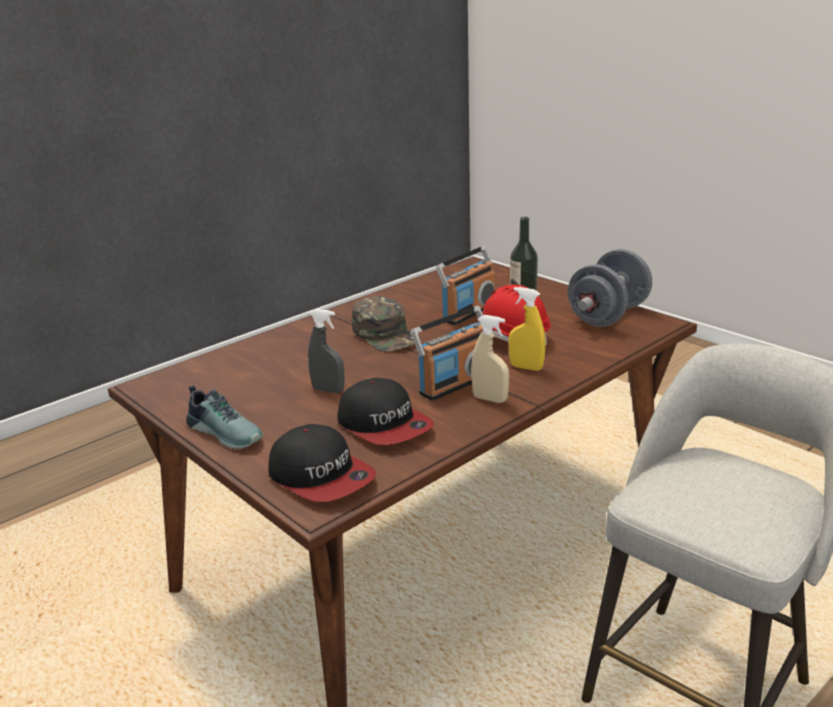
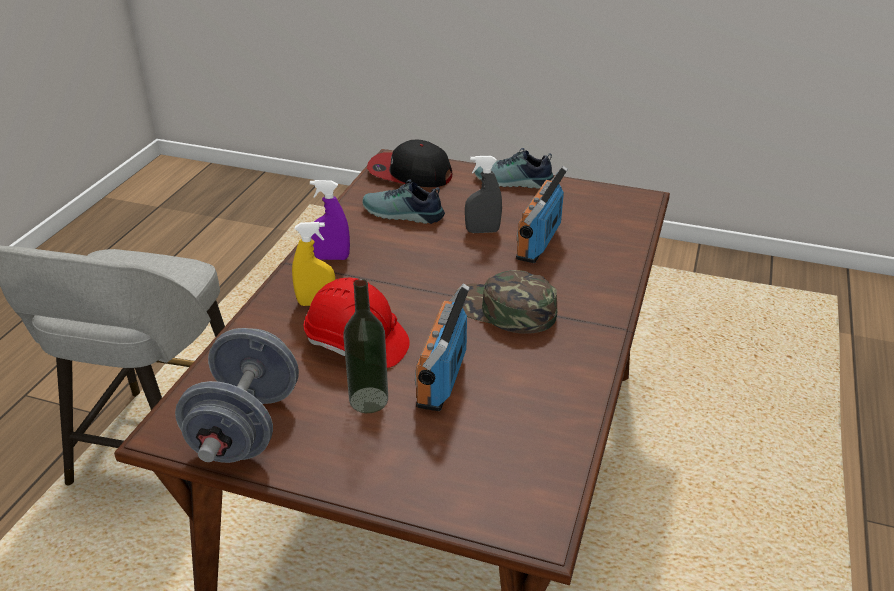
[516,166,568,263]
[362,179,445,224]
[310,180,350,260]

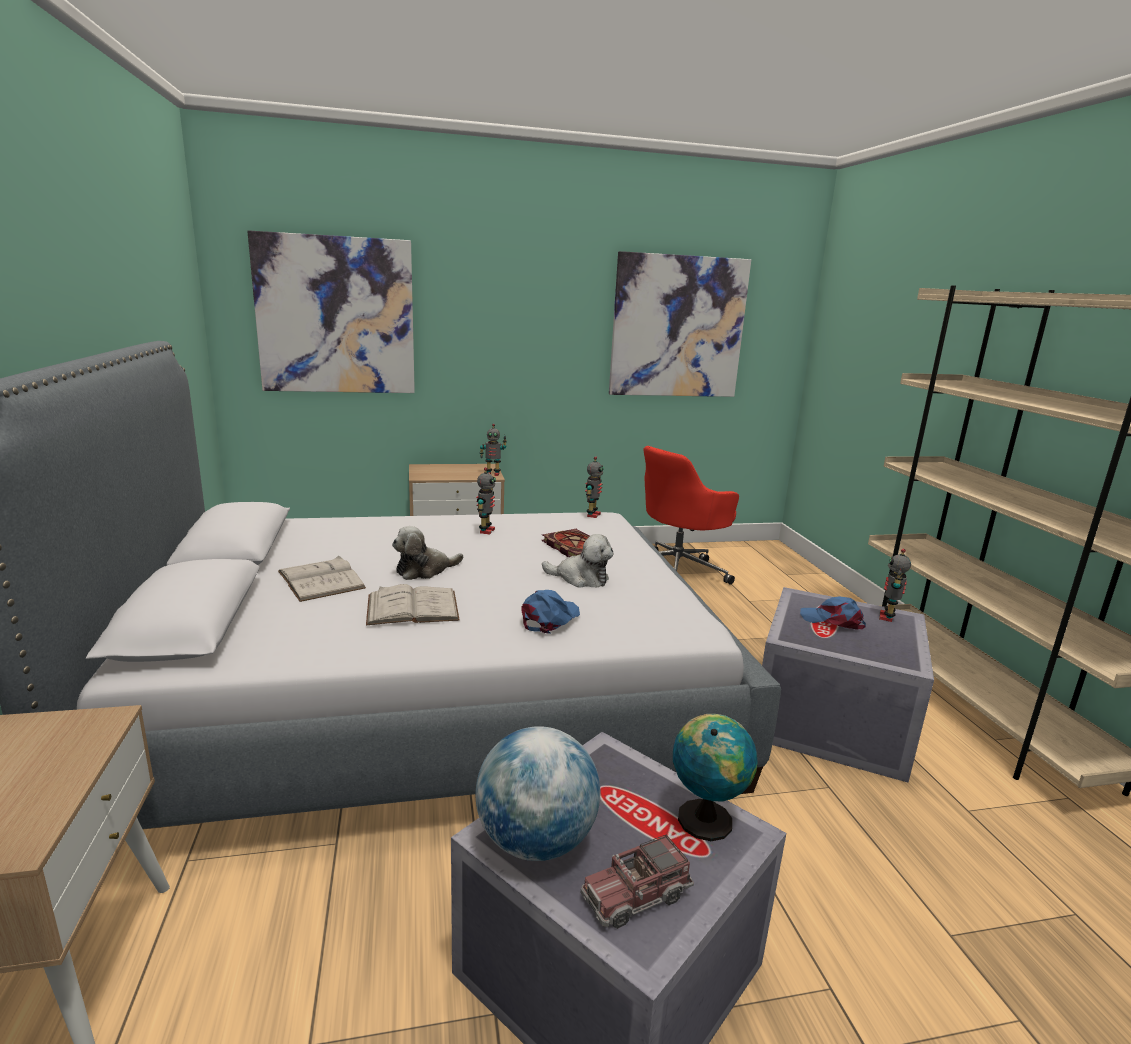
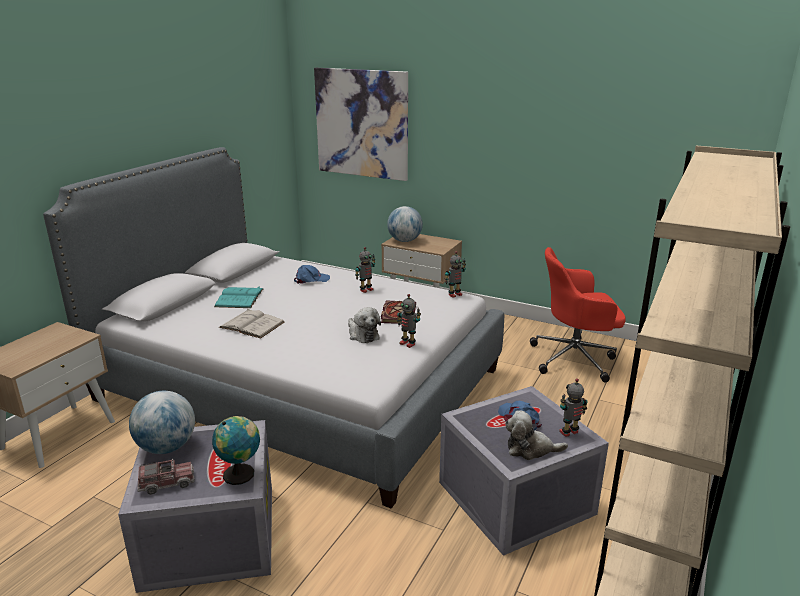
[609,251,751,397] (first image)
[387,206,423,242]
[505,410,568,460]
[397,294,421,348]
[294,265,330,284]
[214,286,263,308]
[137,459,195,495]

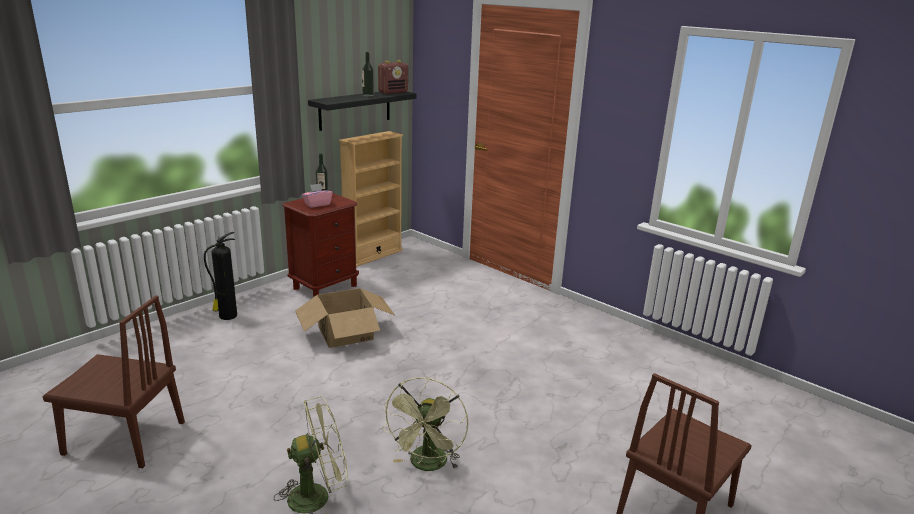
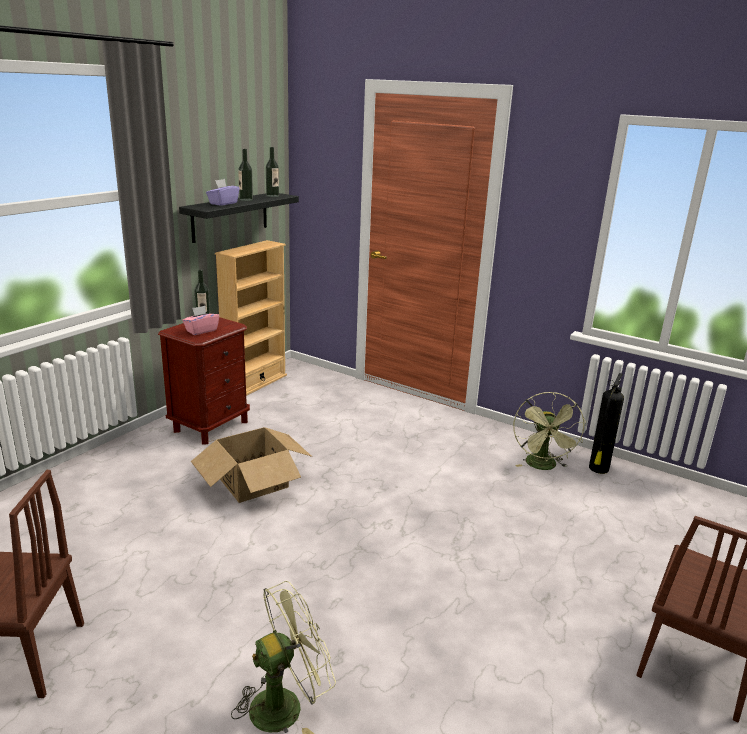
[206,179,240,206]
[589,373,624,474]
[513,392,586,470]
[266,147,279,197]

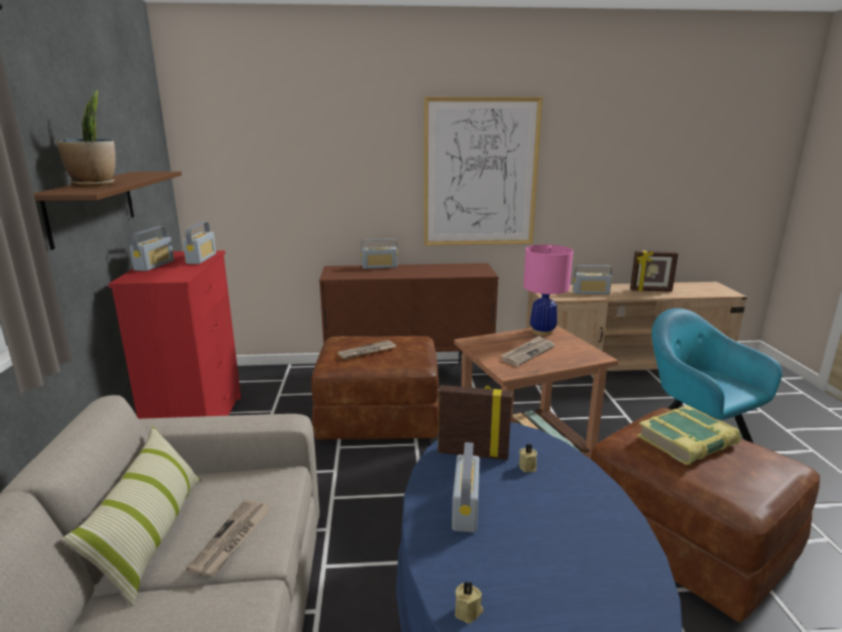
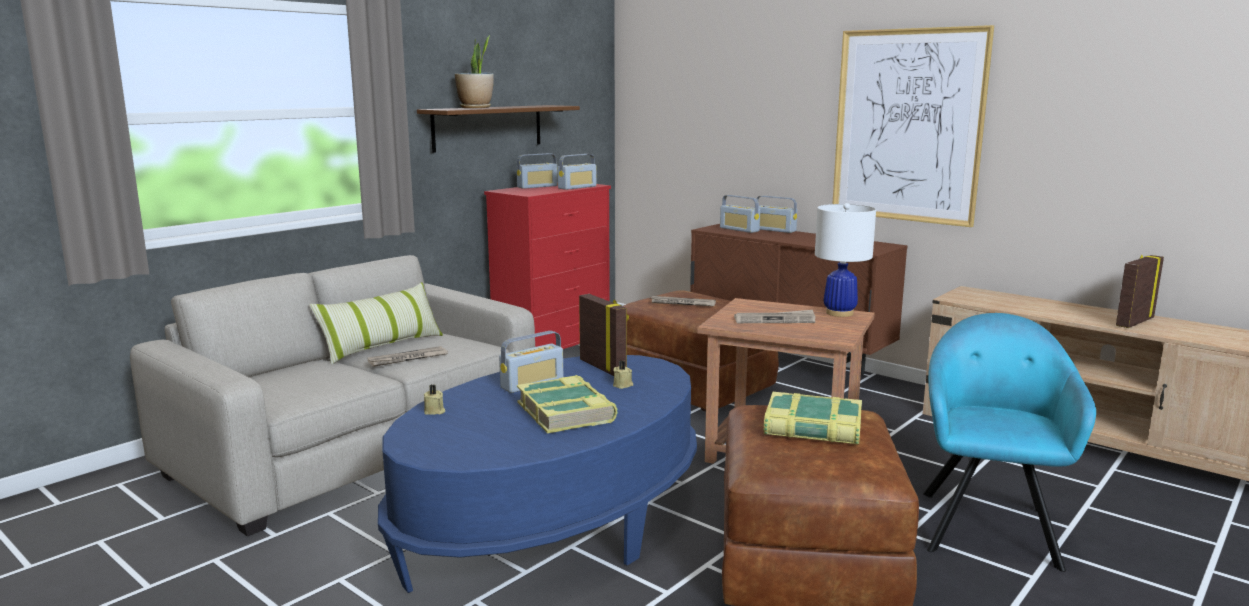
[517,375,618,434]
[720,195,760,233]
[815,203,876,317]
[1116,255,1164,328]

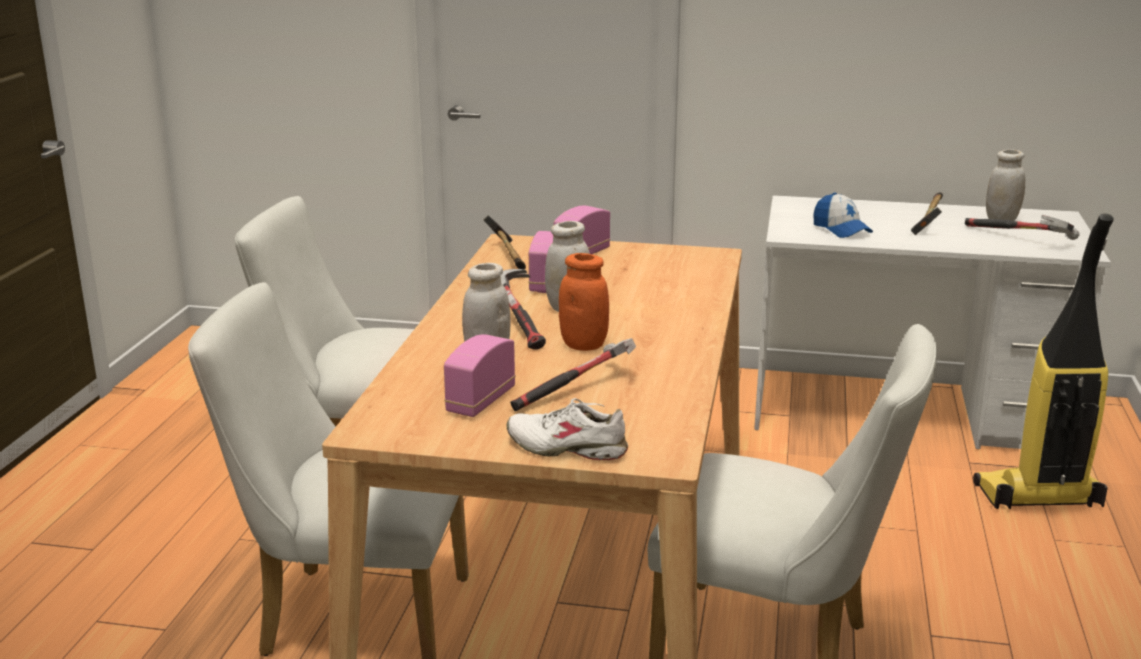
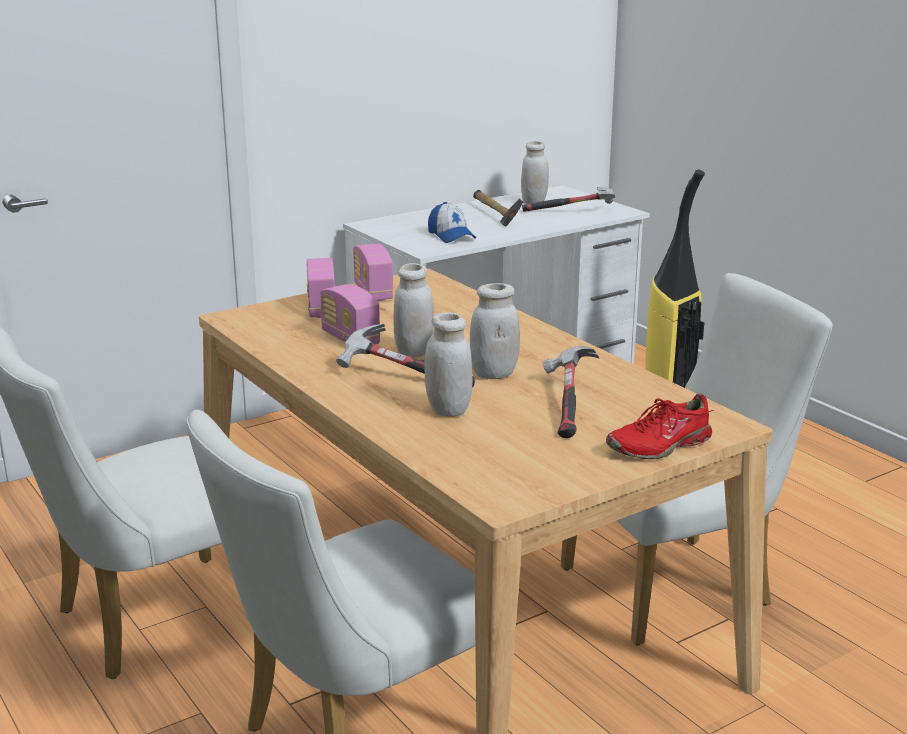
[483,215,526,270] (first image)
[353,244,394,301]
[606,393,714,459]
[470,283,520,379]
[428,202,476,243]

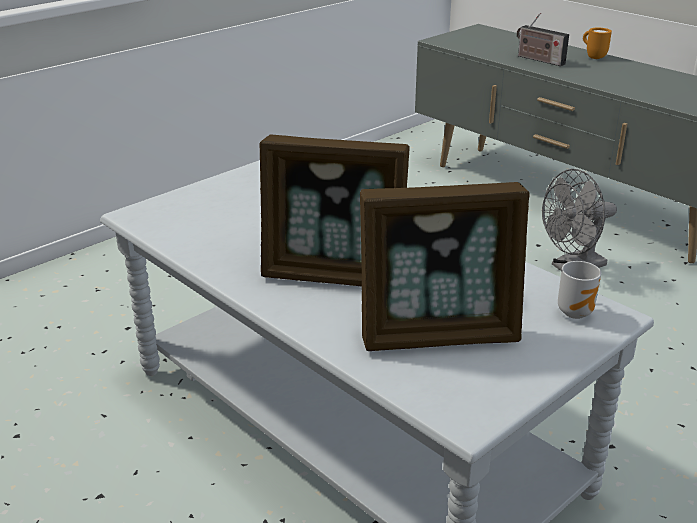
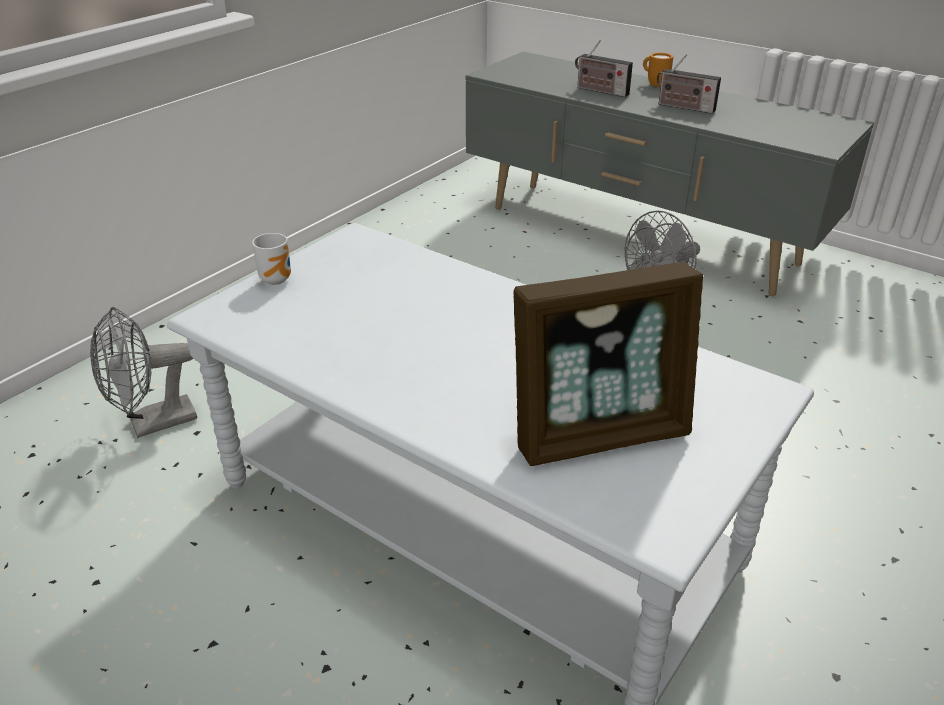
[259,134,410,286] (first image)
[90,307,197,438]
[657,54,721,114]
[252,233,291,285]

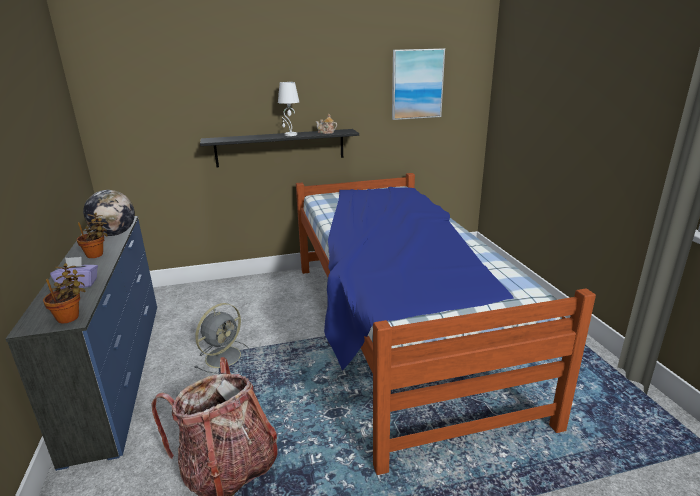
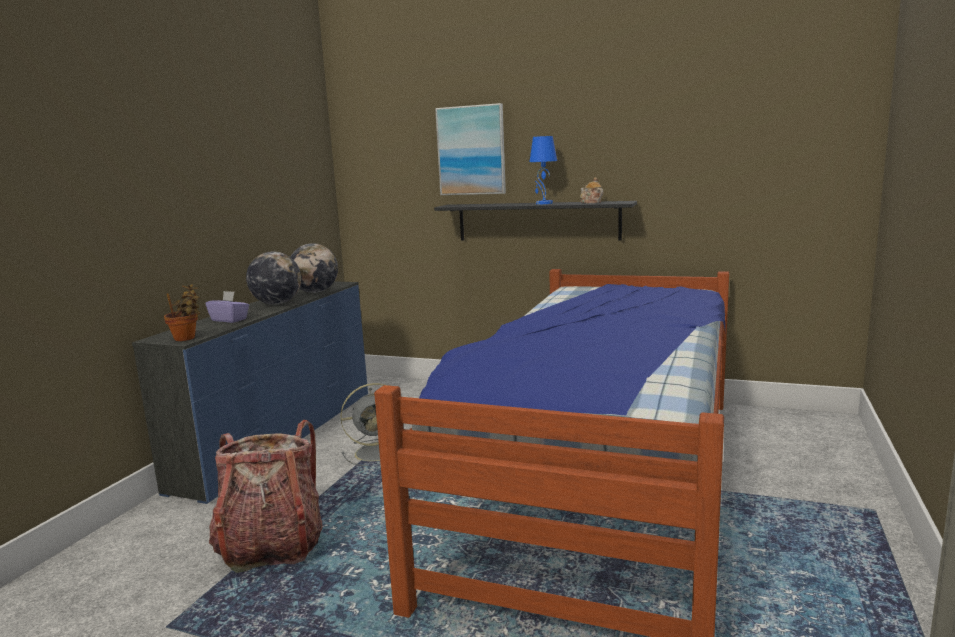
[435,103,506,195]
[246,252,301,305]
[529,136,557,204]

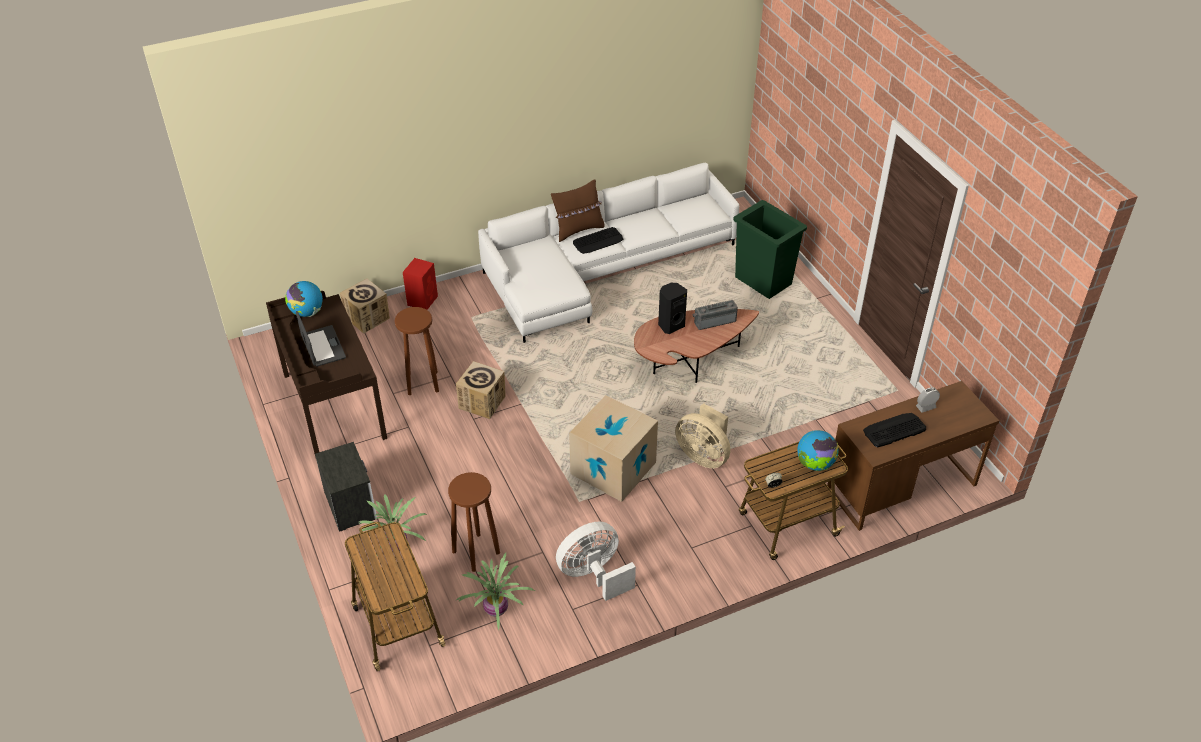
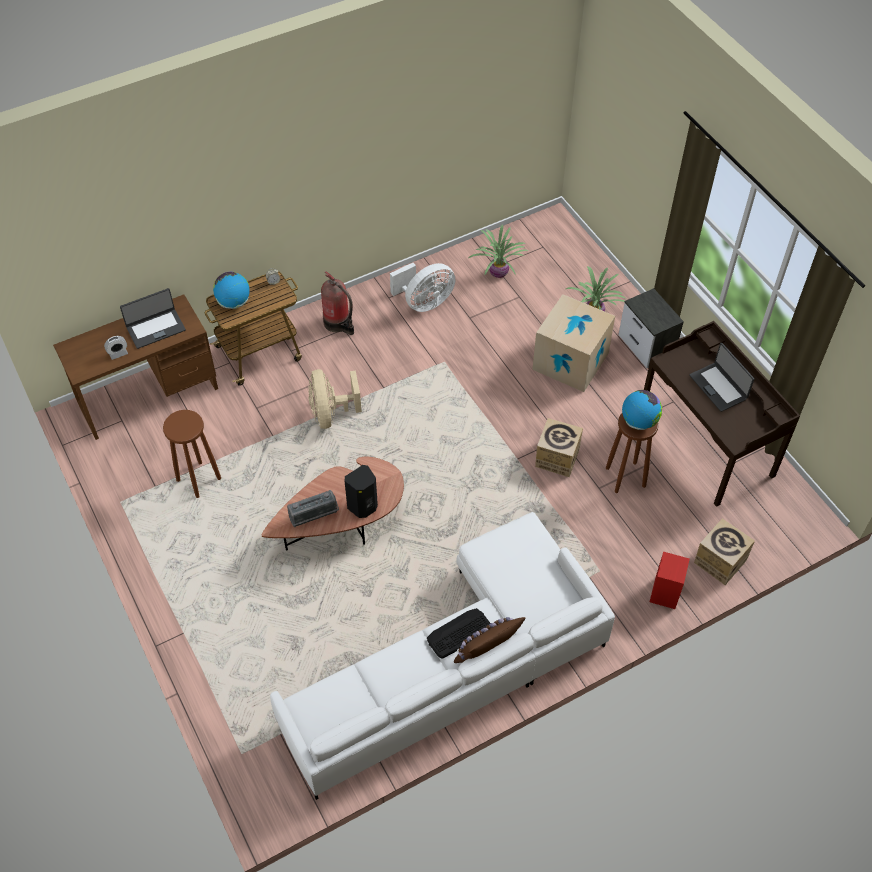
[345,522,446,671] (first image)
[733,200,807,299] (first image)
[321,271,354,335]
[622,390,662,430]
[163,410,221,498]
[532,294,615,392]
[120,288,186,349]
[308,369,362,429]

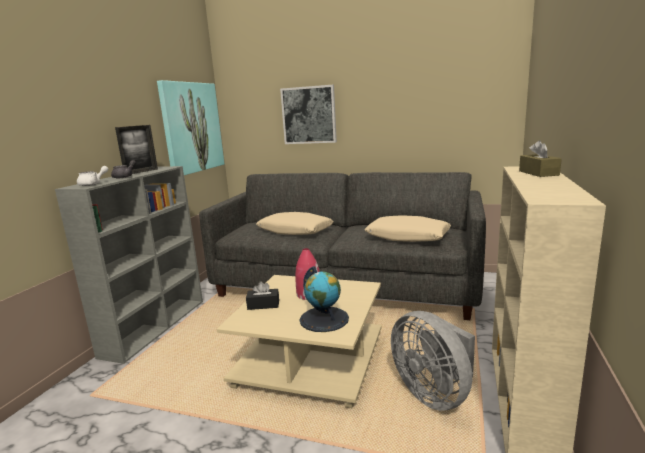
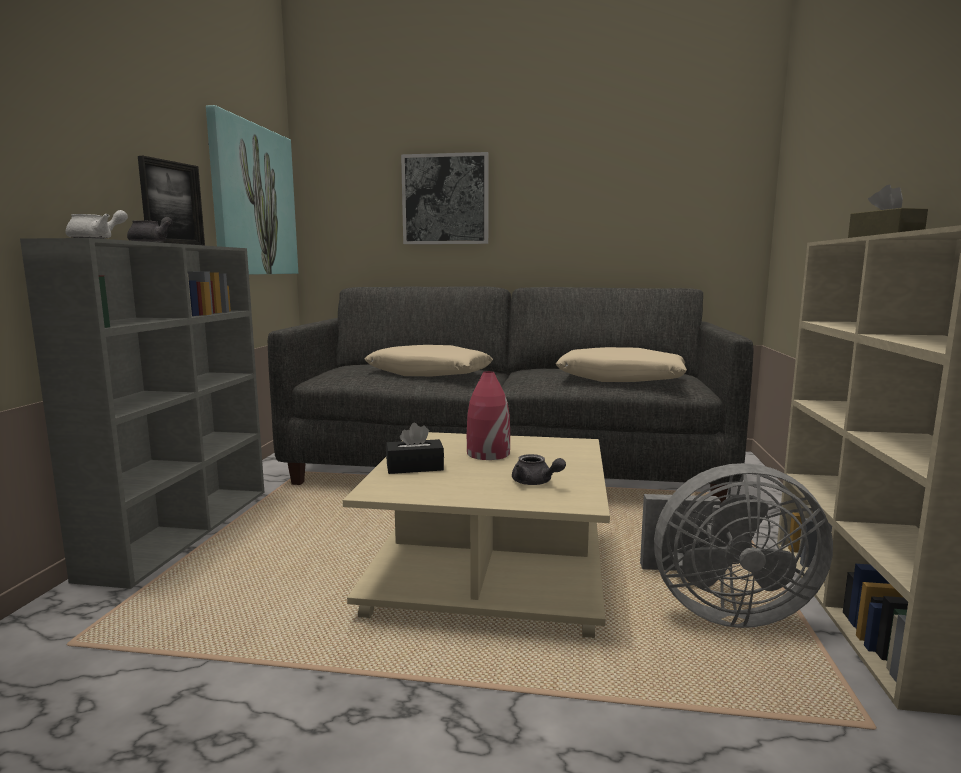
[512,454,566,485]
[640,463,833,628]

